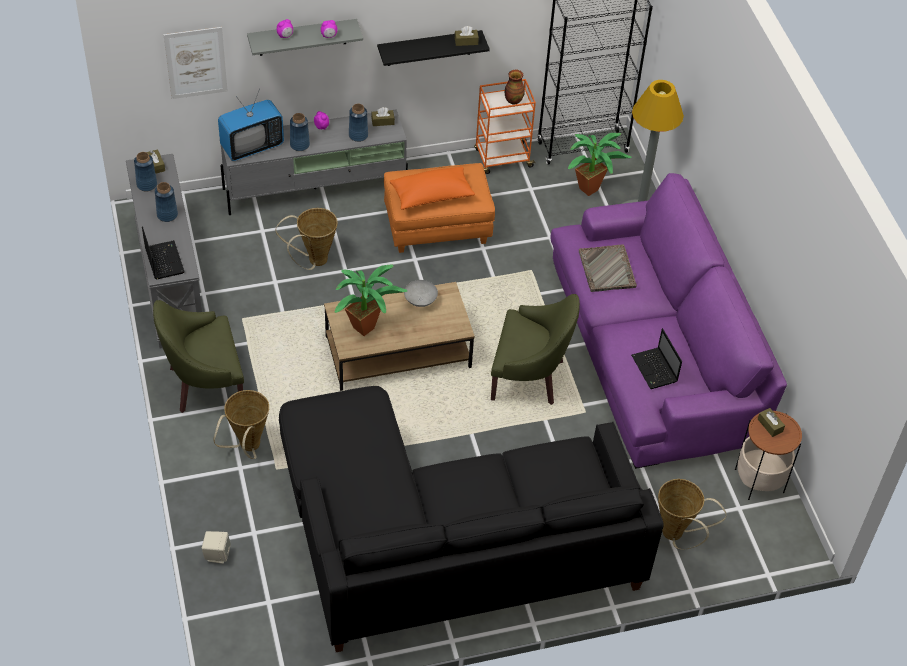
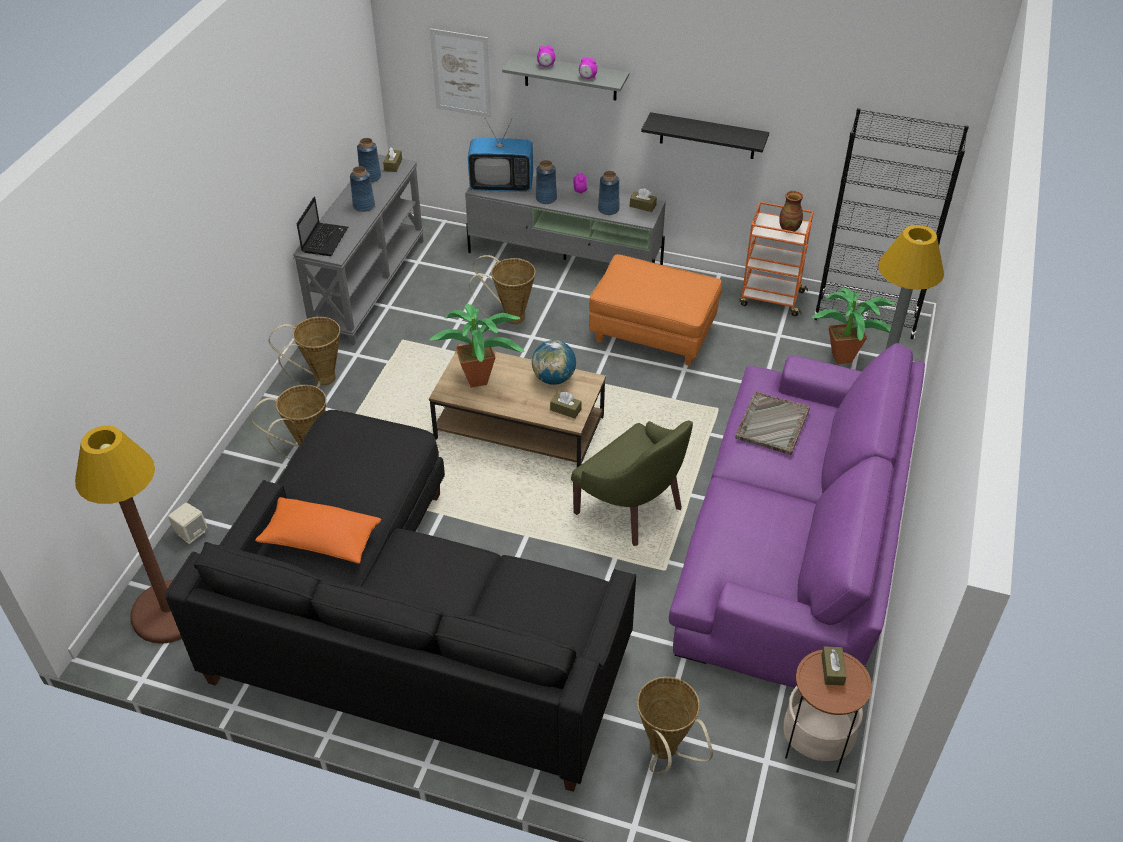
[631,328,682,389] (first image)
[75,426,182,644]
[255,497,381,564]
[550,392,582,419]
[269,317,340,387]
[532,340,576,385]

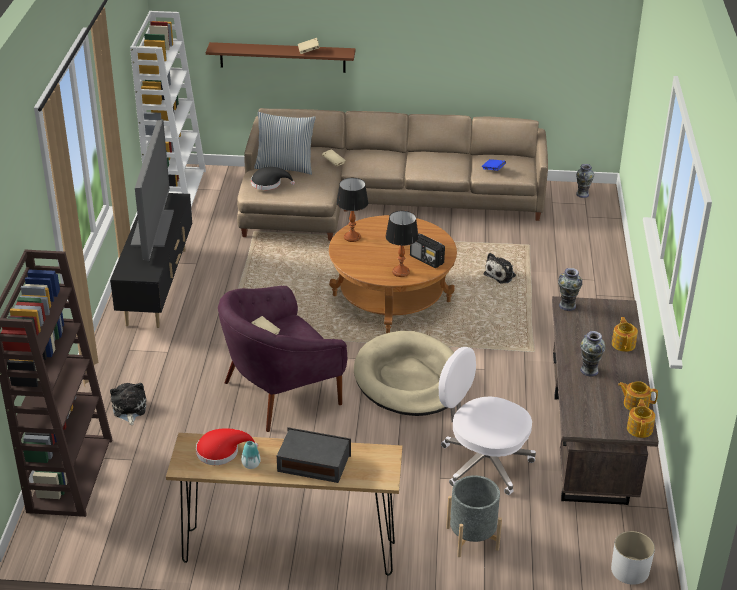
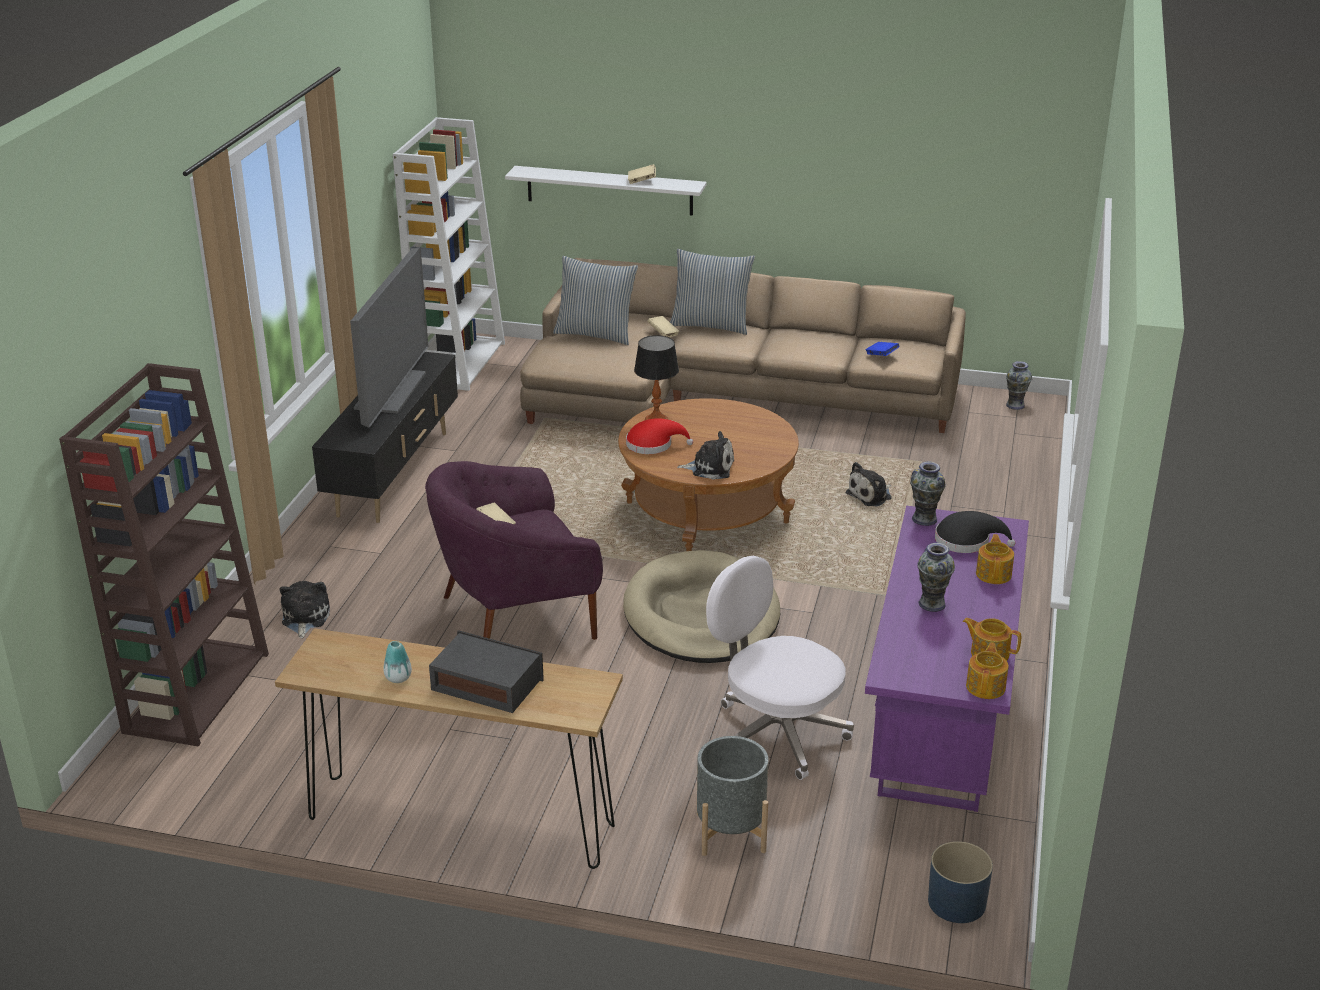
[410,234,445,268] (first image)
[670,249,755,335]
[626,418,693,454]
[935,511,1015,553]
[677,431,734,479]
[505,166,707,216]
[865,506,1029,812]
[928,841,993,923]

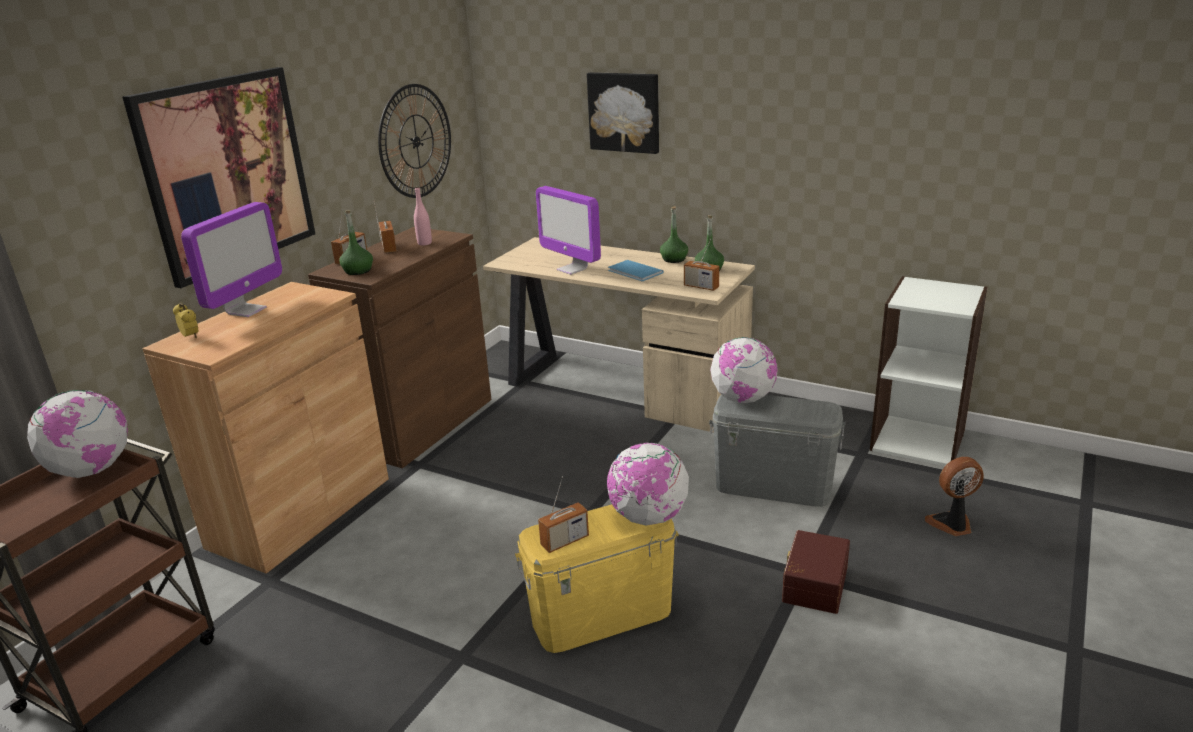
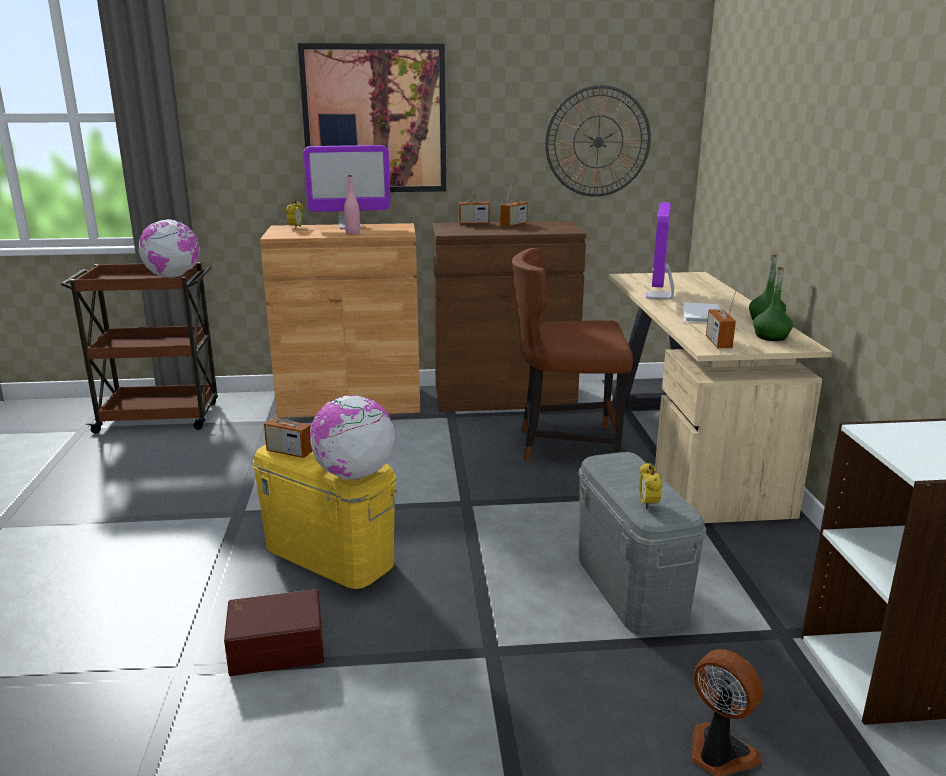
[339,210,373,275] (first image)
[587,72,659,154] (first image)
[710,337,777,403] (first image)
[512,248,633,461]
[639,463,663,509]
[344,175,360,235]
[224,589,324,676]
[683,302,720,323]

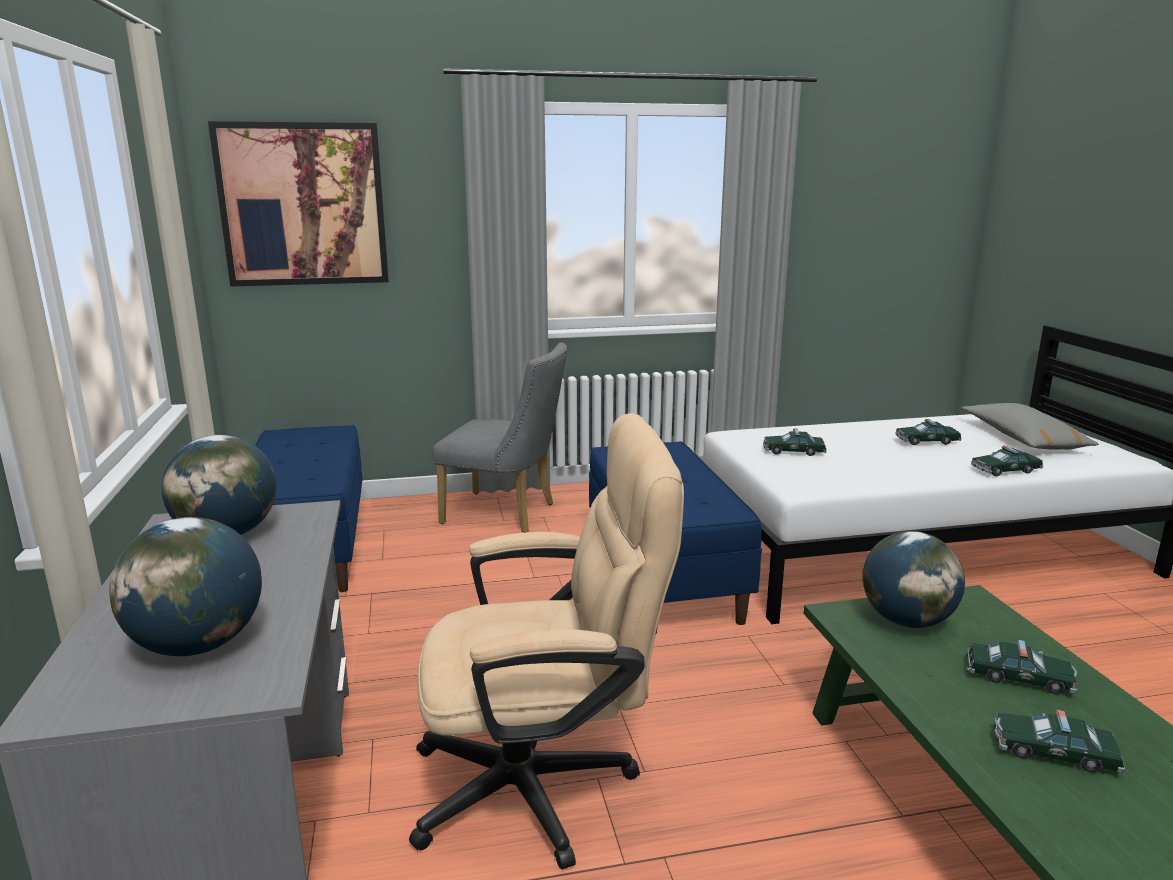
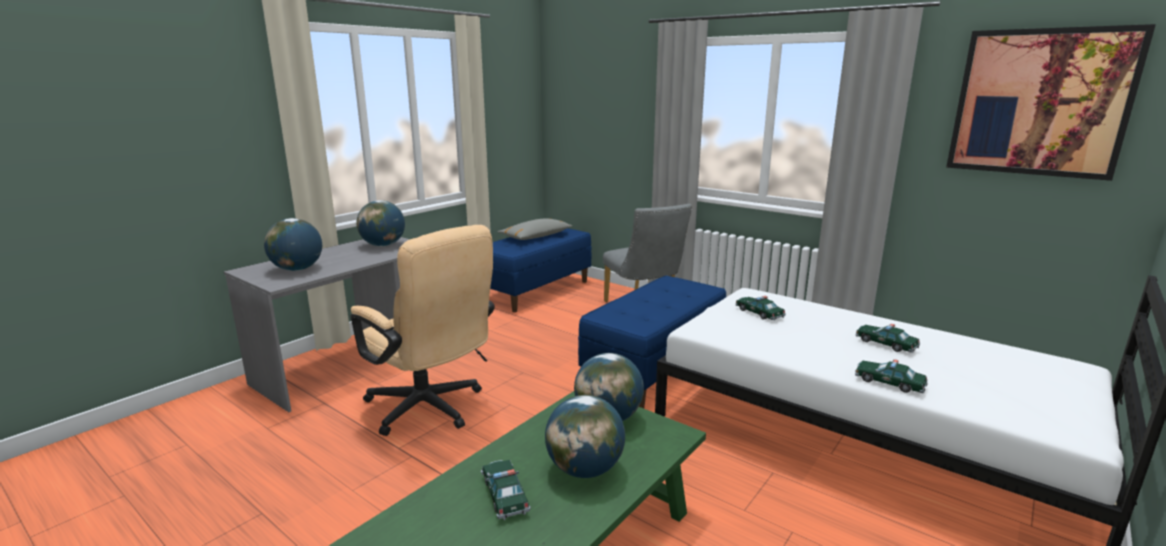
[946,24,1156,181]
[497,219,573,240]
[545,395,625,478]

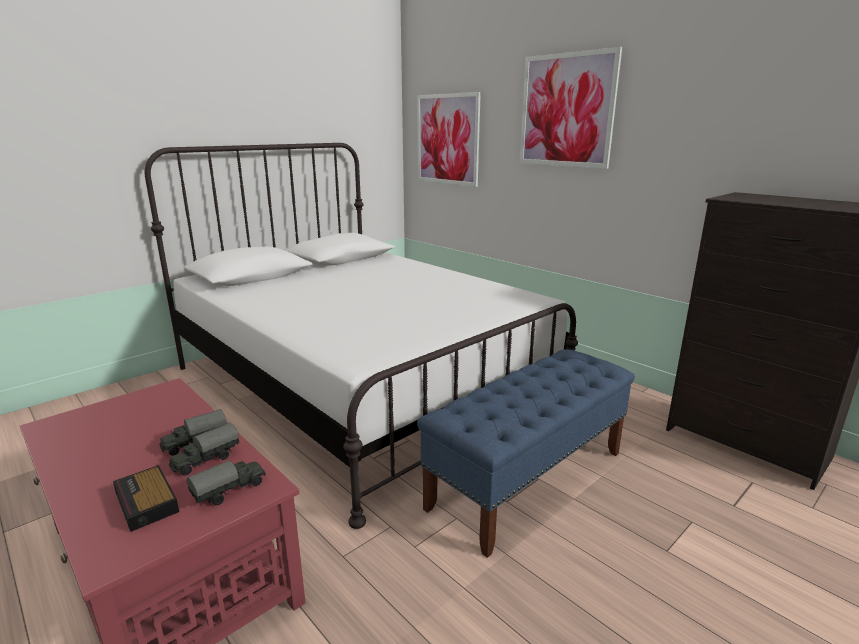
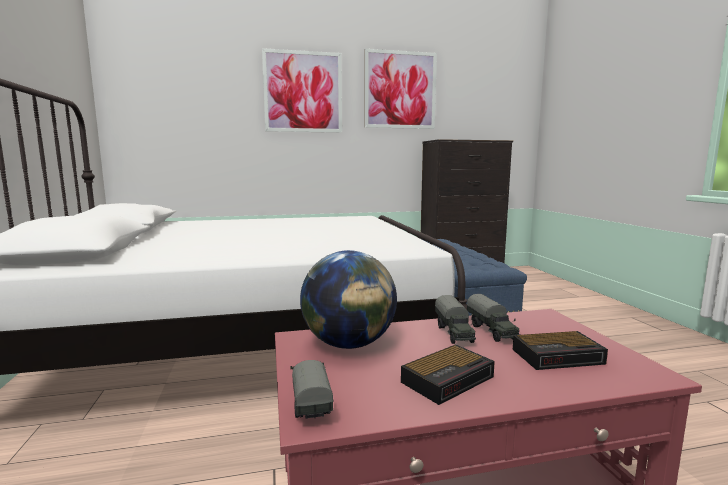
[300,250,397,349]
[401,344,495,405]
[290,360,333,419]
[365,49,437,129]

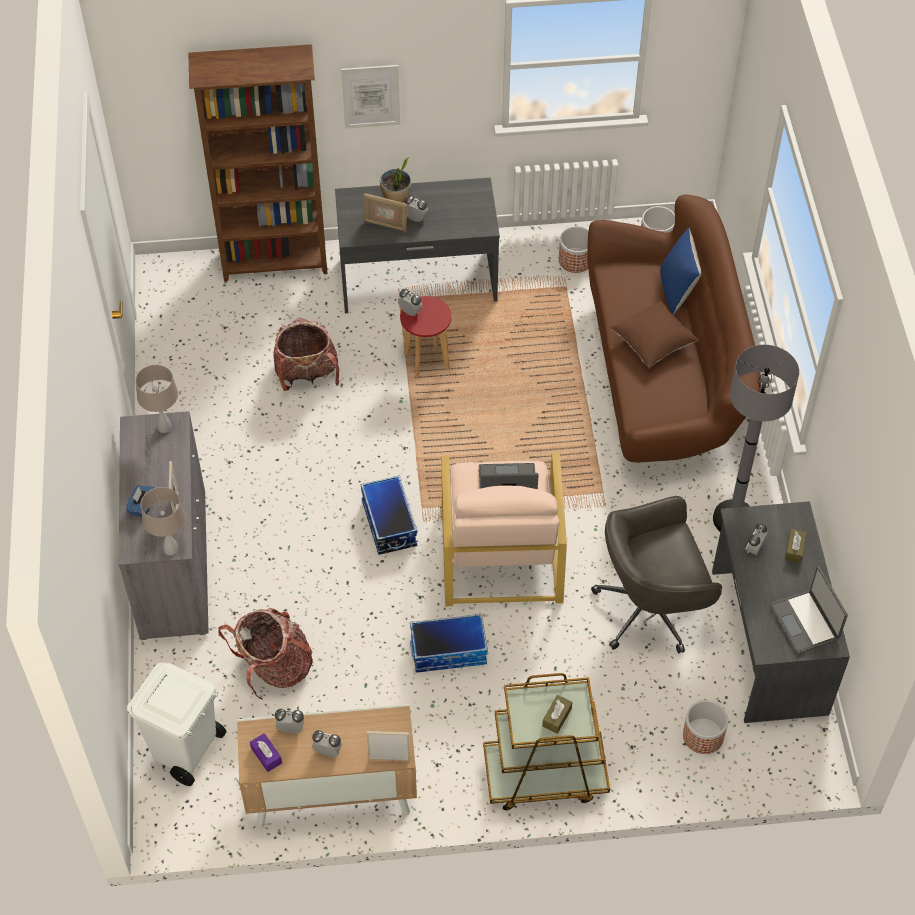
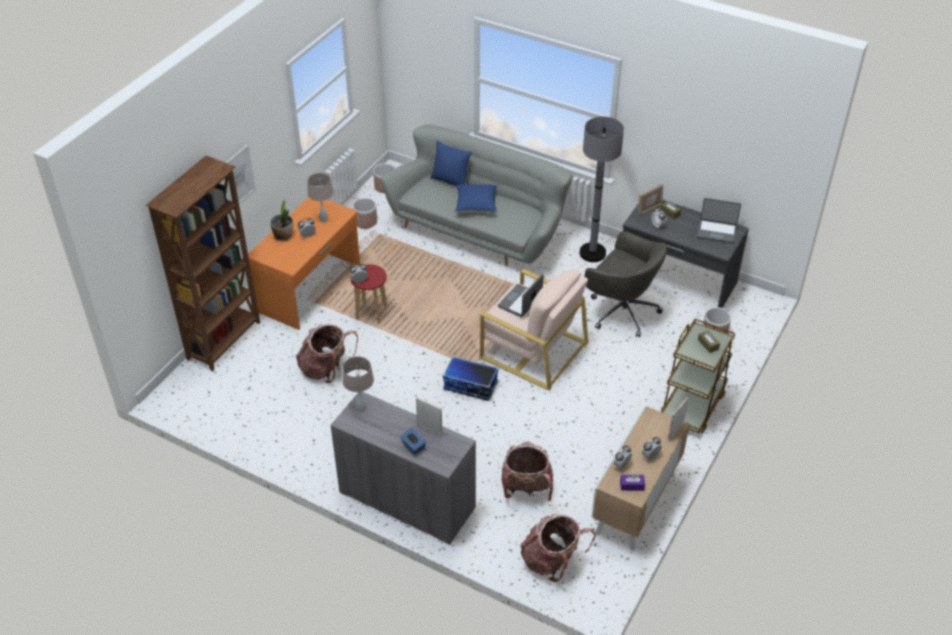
[410,613,488,673] (first image)
[307,173,333,222]
[638,184,663,216]
[521,514,595,582]
[248,197,360,330]
[381,124,572,266]
[455,184,497,213]
[585,231,667,337]

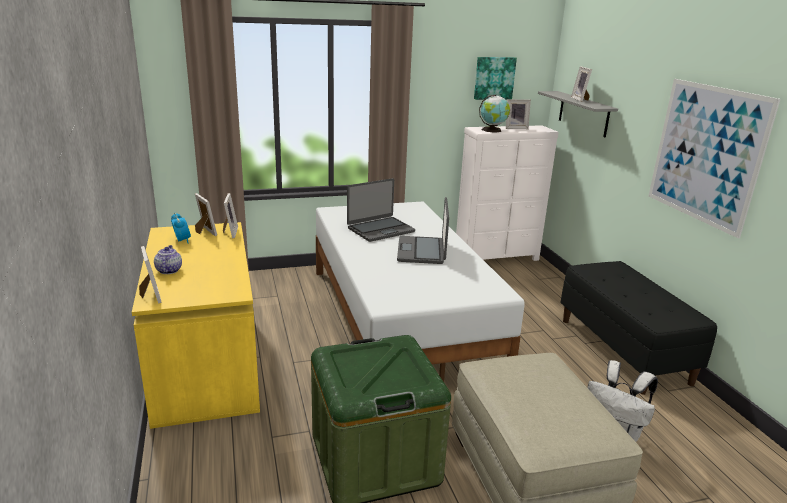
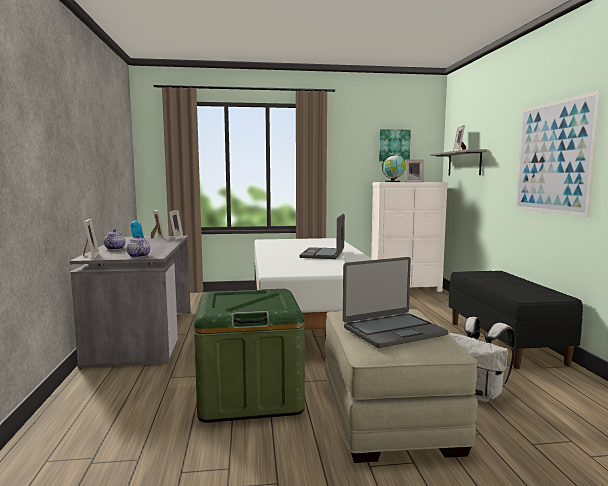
[126,235,150,258]
[343,257,448,348]
[70,236,191,368]

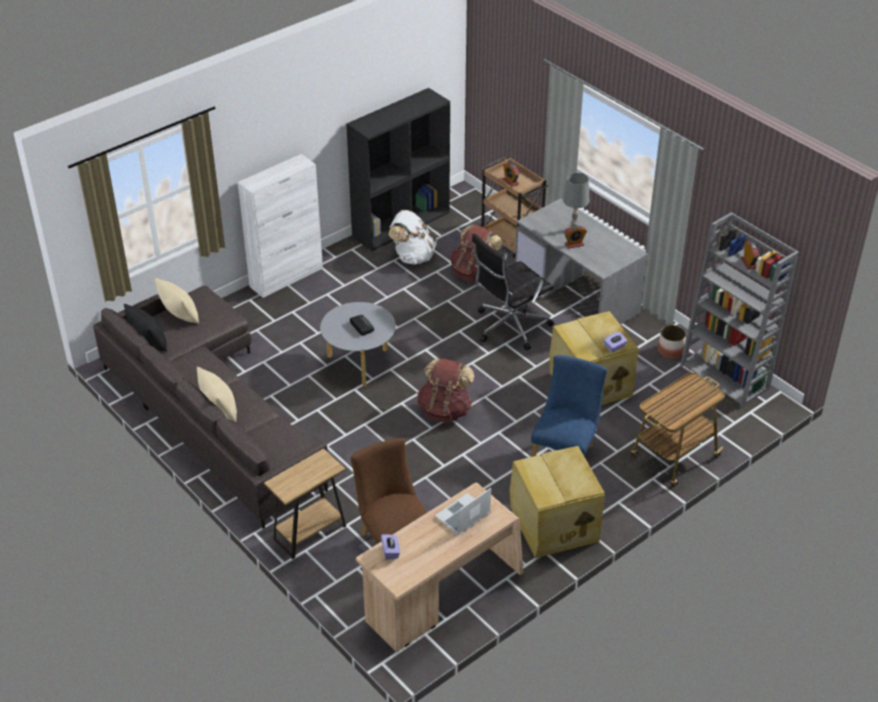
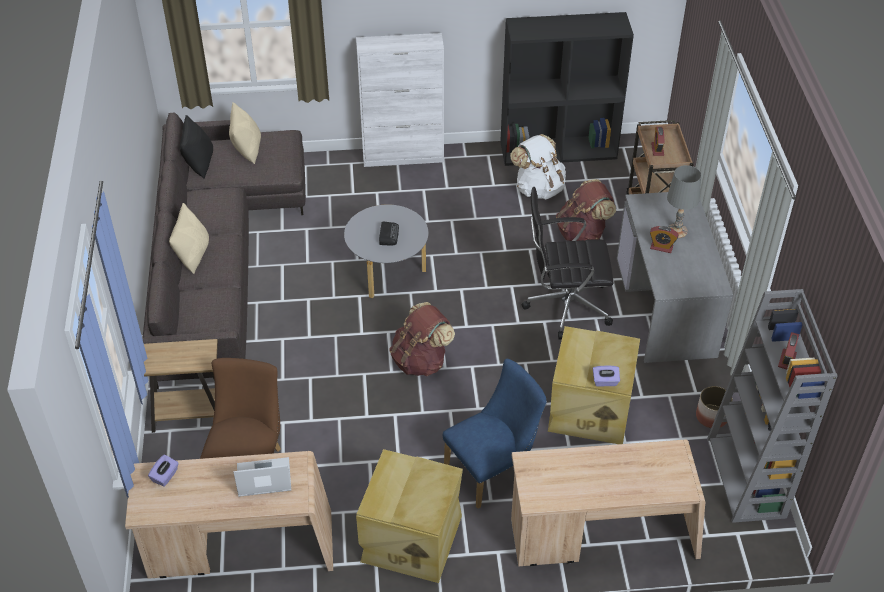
[511,439,705,566]

